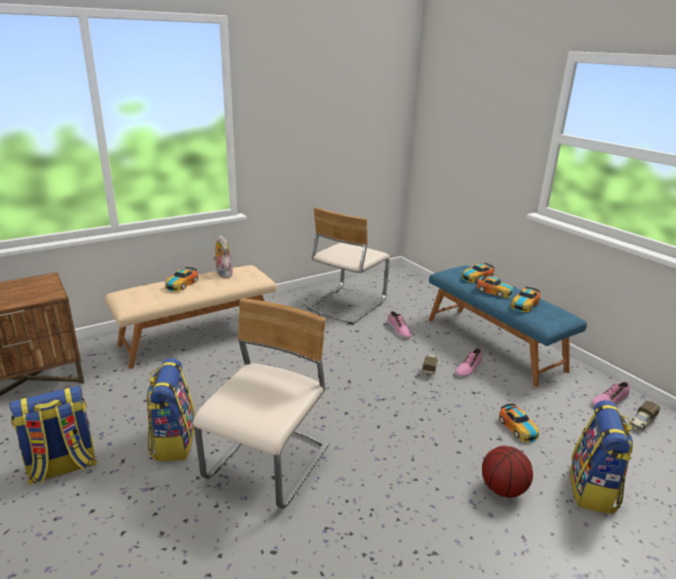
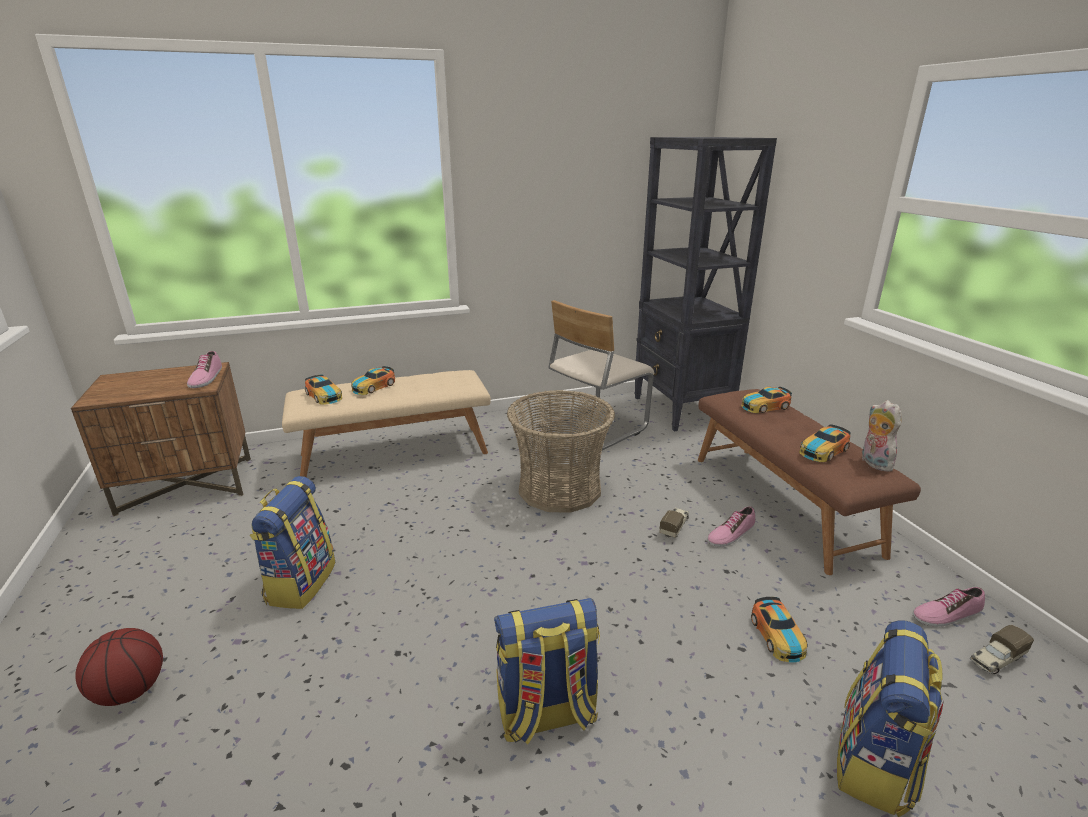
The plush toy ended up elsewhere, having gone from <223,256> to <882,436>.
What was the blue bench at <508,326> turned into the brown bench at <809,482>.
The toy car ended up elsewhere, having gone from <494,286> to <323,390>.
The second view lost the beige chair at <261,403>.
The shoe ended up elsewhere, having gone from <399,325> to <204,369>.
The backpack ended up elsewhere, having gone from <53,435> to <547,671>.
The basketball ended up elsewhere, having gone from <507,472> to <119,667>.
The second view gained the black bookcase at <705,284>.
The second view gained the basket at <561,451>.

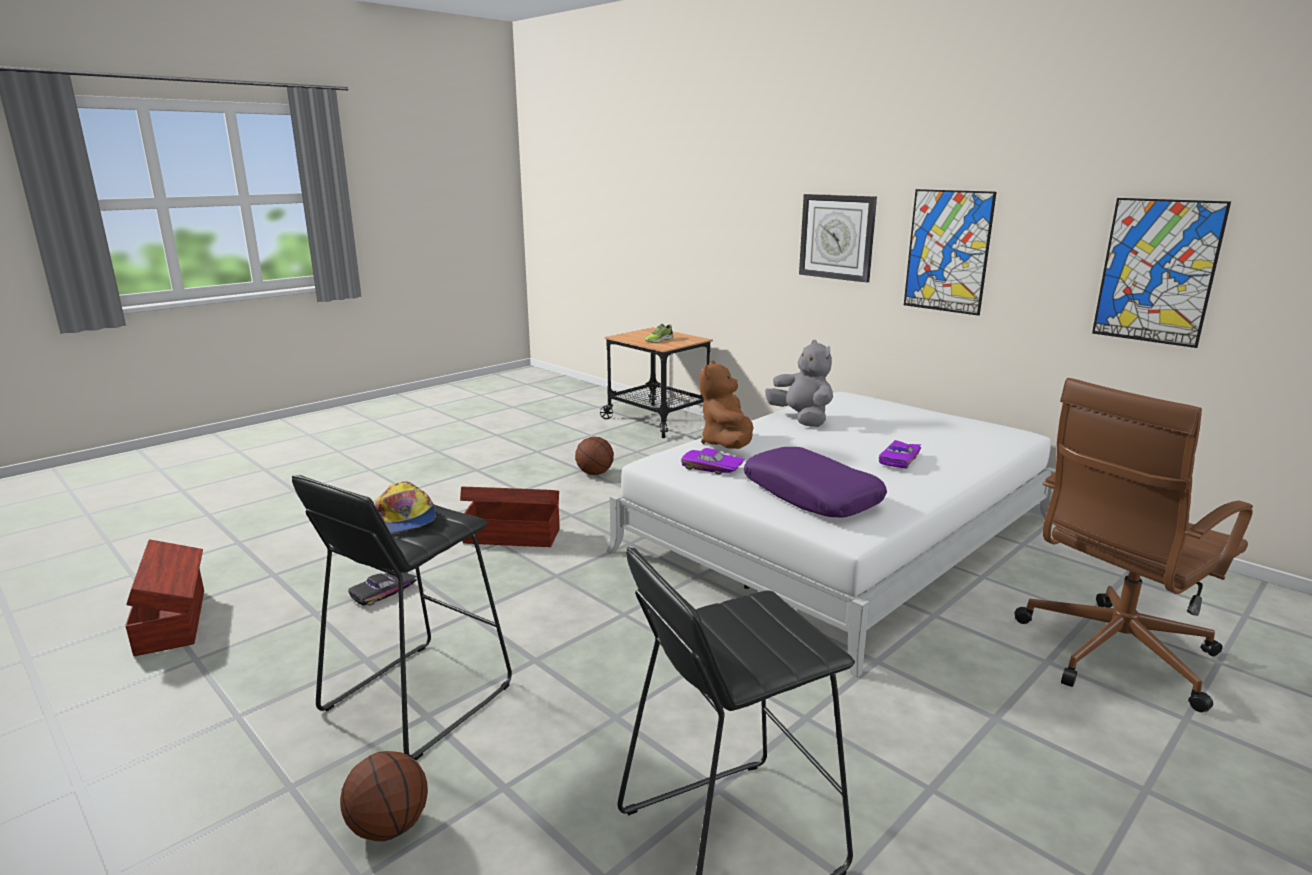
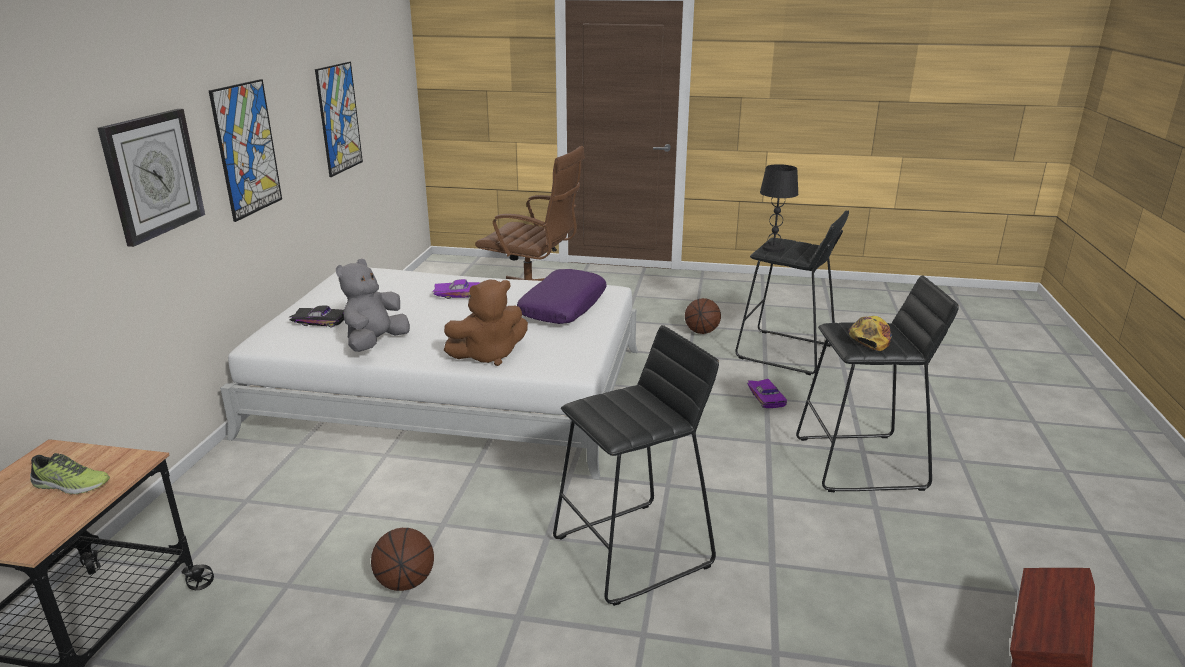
The purple toy car ended up elsewhere, having gone from <713,461> to <767,393>.
Where the brown storage box stood at <510,517>, the black stool came to stand at <636,465>.
The black toy car ended up elsewhere, having gone from <382,589> to <316,317>.
The basketball ended up elsewhere, having gone from <384,796> to <703,316>.
The second view gained the black table lamp at <779,208>.

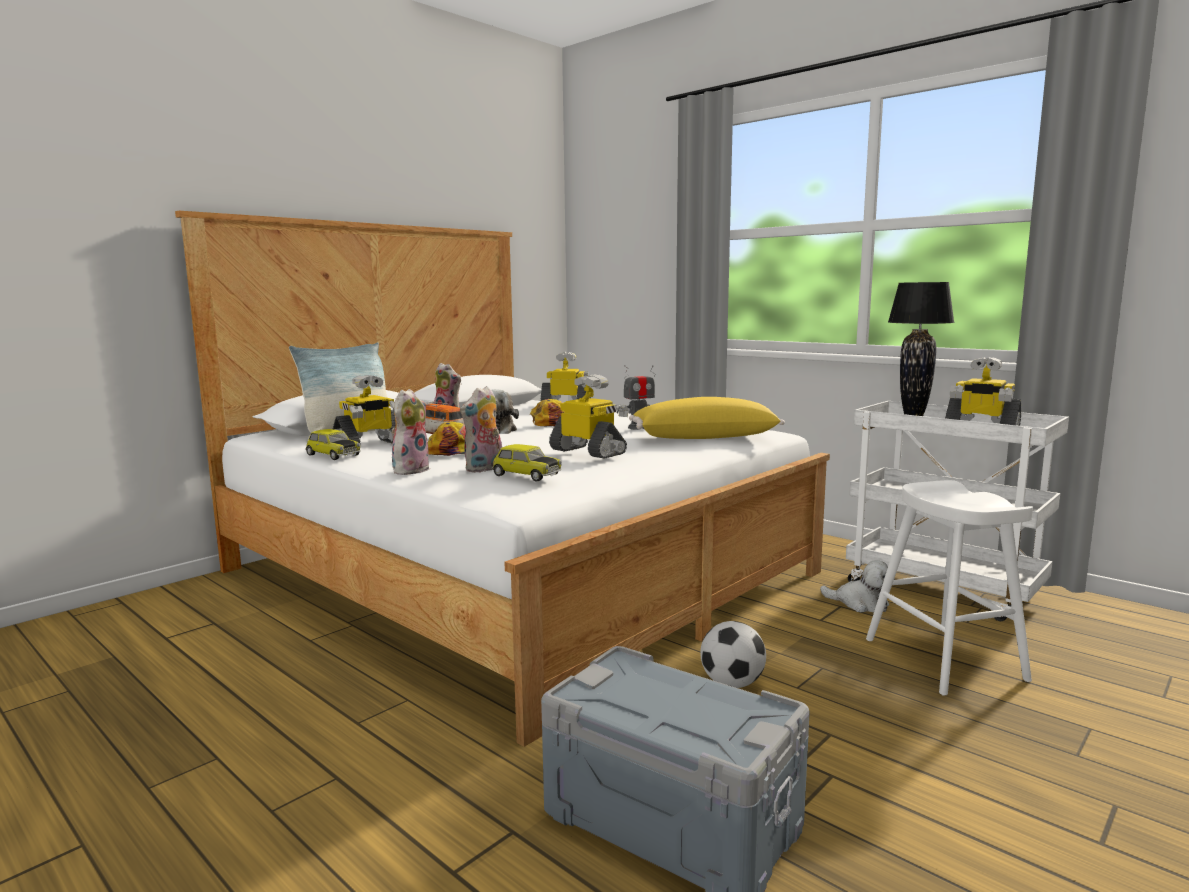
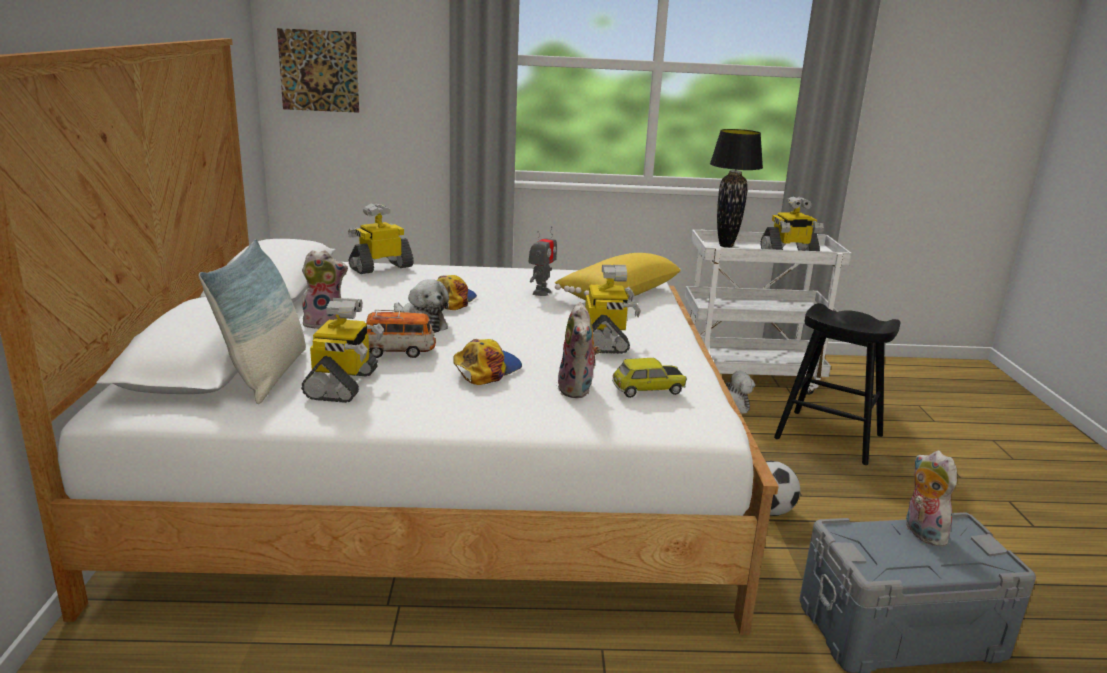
The toy robot at <589,416> ended up facing another way, 90 degrees clockwise from before.
The plush toy ended up elsewhere, having gone from <410,432> to <931,498>.
The second view lost the toy car at <333,444>.
What was the white stool at <949,588> turned into the black stool at <837,384>.
The second view gained the picture at <318,70>.

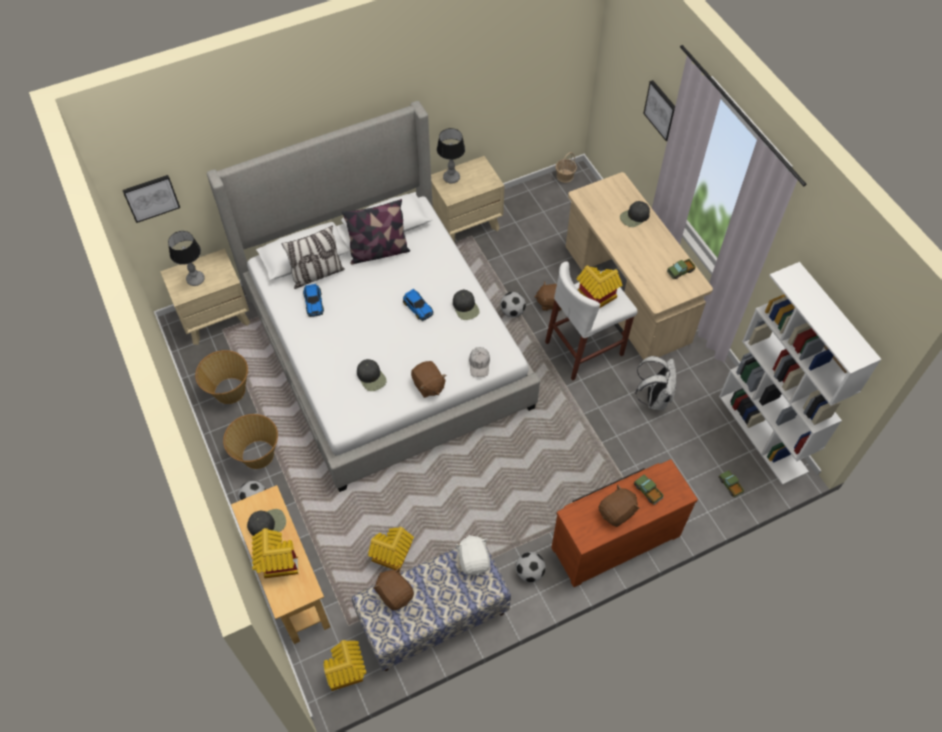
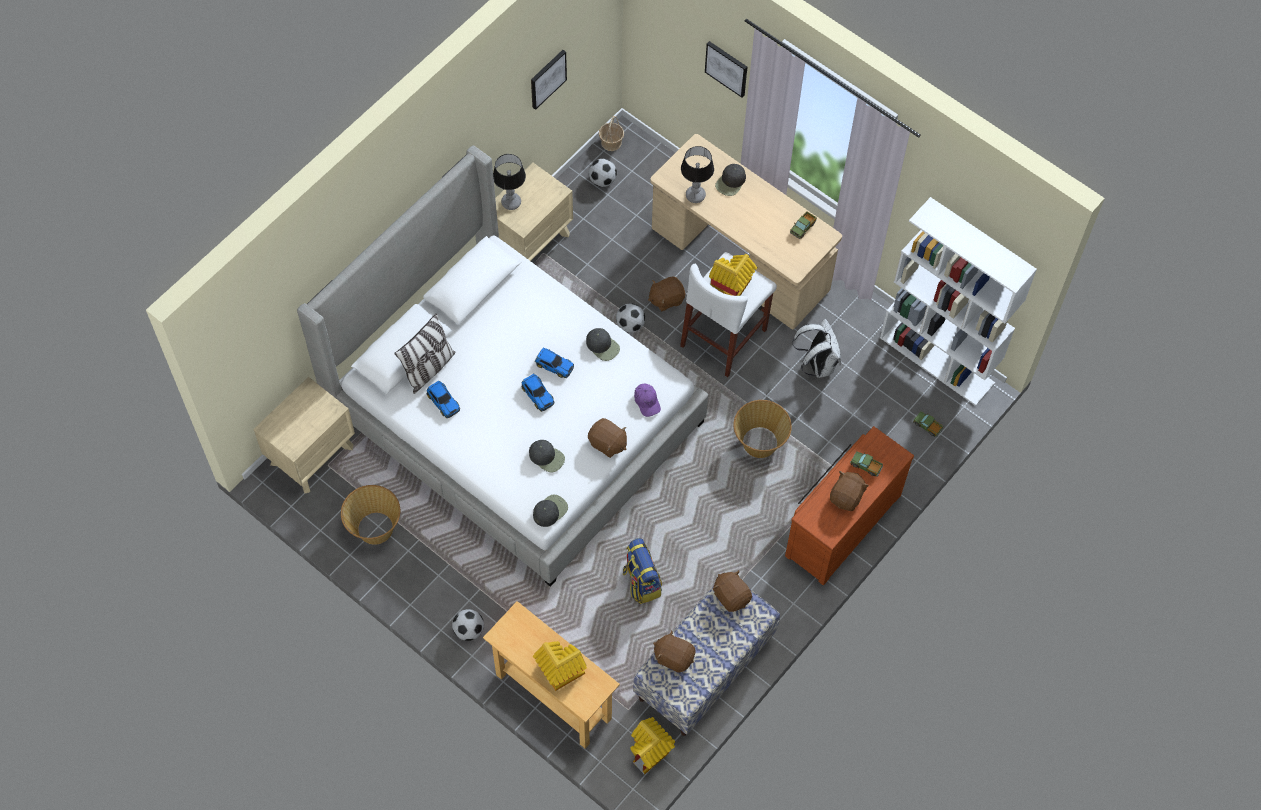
The picture ended up elsewhere, having gone from <151,199> to <549,80>.
The second view lost the pillow at <376,231>.
The table lamp ended up elsewhere, having gone from <186,258> to <697,174>.
What was the white cap at <479,362> turned into the purple cap at <647,400>.
The basket ended up elsewhere, having gone from <250,441> to <762,429>.
The black cap ended up elsewhere, having gone from <266,522> to <550,511>.
The second view lost the toy house at <391,548>.
What was the white plush toy at <472,555> turned into the brown plush toy at <732,591>.
The football ended up elsewhere, having gone from <531,567> to <603,173>.
The second view gained the toy car at <537,393>.
The second view gained the backpack at <642,571>.

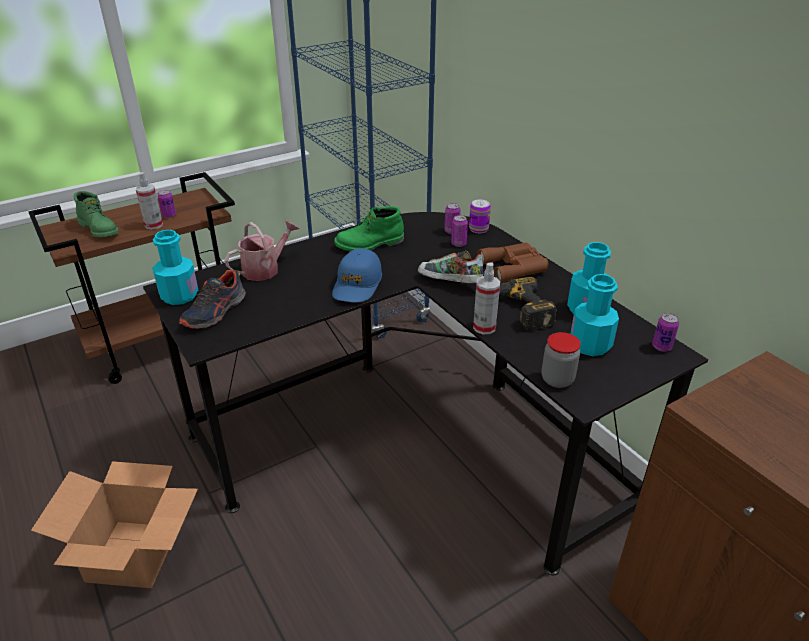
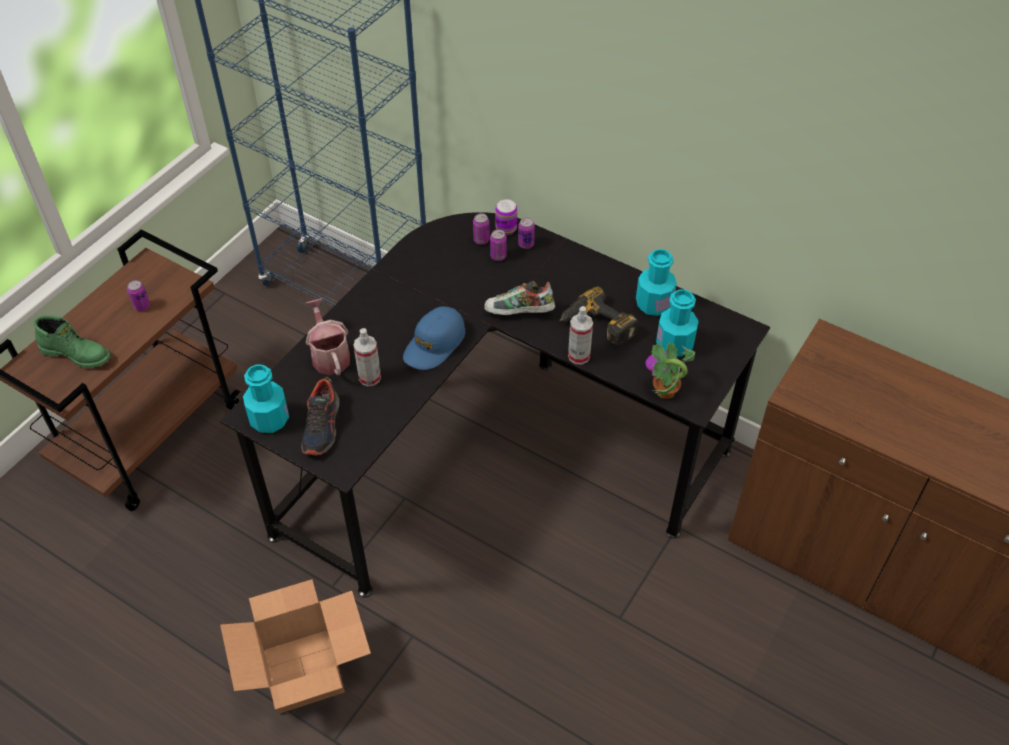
The spray bottle ended up elsewhere, having gone from <149,200> to <367,357>.
The second view lost the green boot at <369,228>.
The watering can at <261,250> ended up facing another way, 45 degrees counterclockwise from before.
The second view lost the brown binoculars at <512,262>.
The blue cap at <357,275> ended up facing another way, 45 degrees clockwise from before.
The can ended up elsewhere, having gone from <665,332> to <526,233>.
Where the jar stood at <561,360>, the potted plant came to stand at <670,370>.

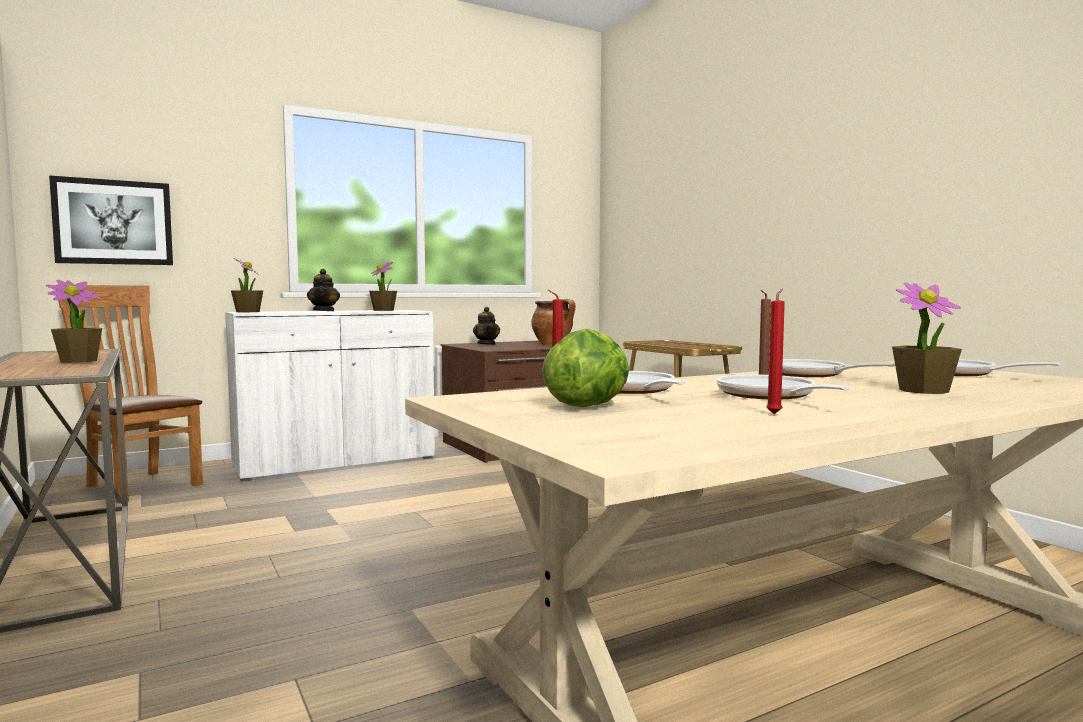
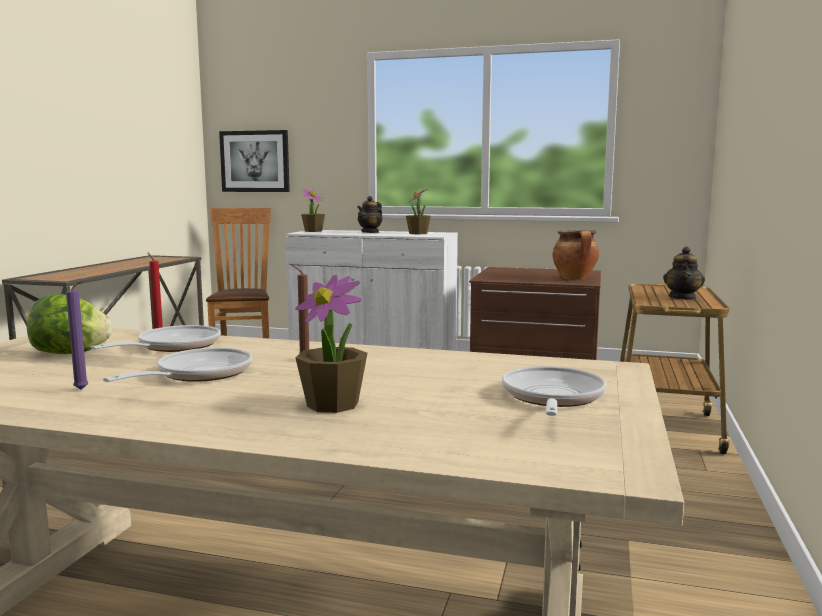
The second view lost the potted plant at <74,321>.
What was the red candle at <775,351> turned into the purple candle at <77,335>.
The teapot ended up elsewhere, having gone from <486,326> to <684,273>.
The second view lost the frying pan at <838,368>.

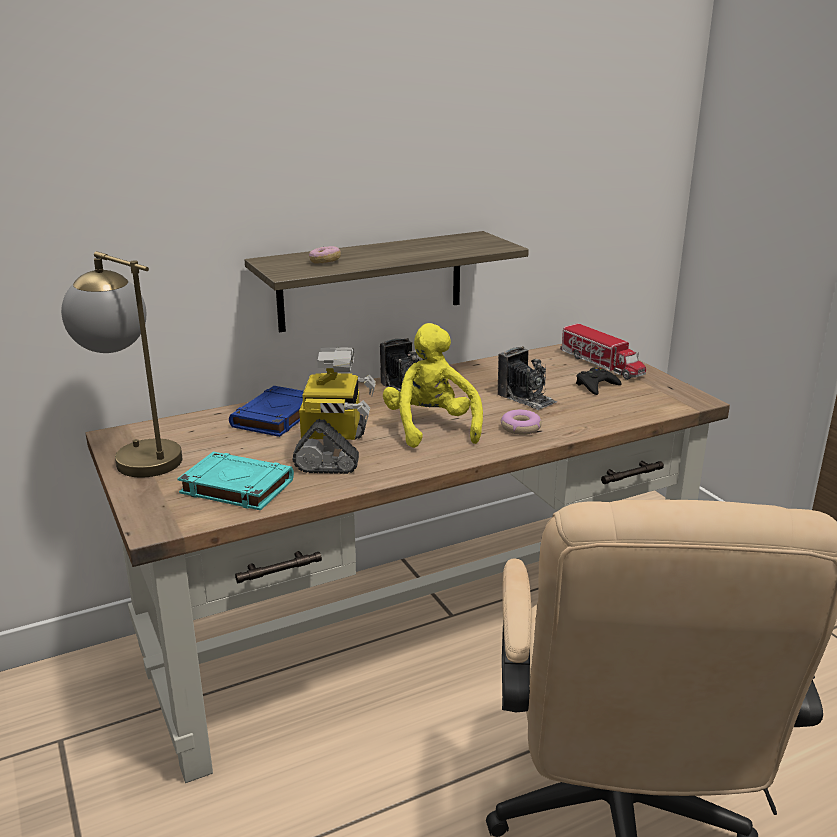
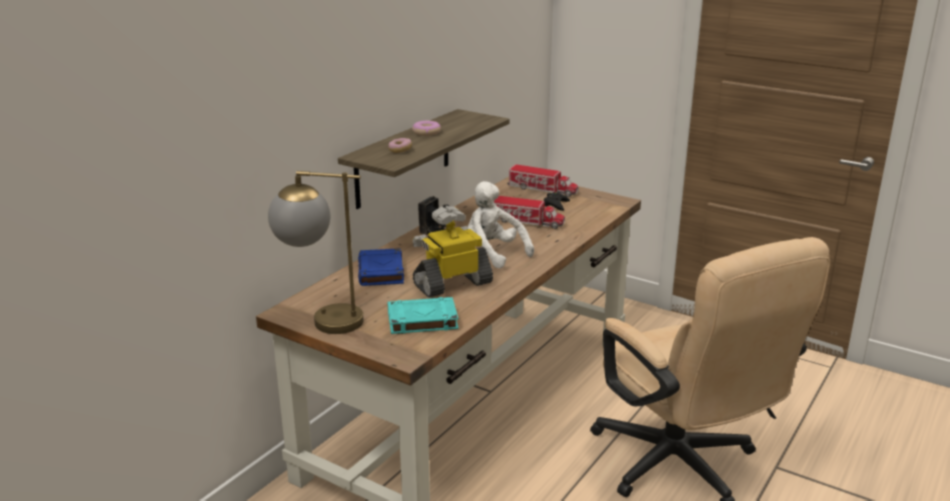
What was the yellow plush toy at <433,385> turned into the white plush toy at <501,225>.
Where the photo camera stood at <527,378>, the toy truck came to stand at <529,212>.
The toy robot at <334,410> ended up facing another way, 90 degrees counterclockwise from before.
The donut ended up elsewhere, having gone from <521,422> to <426,128>.

